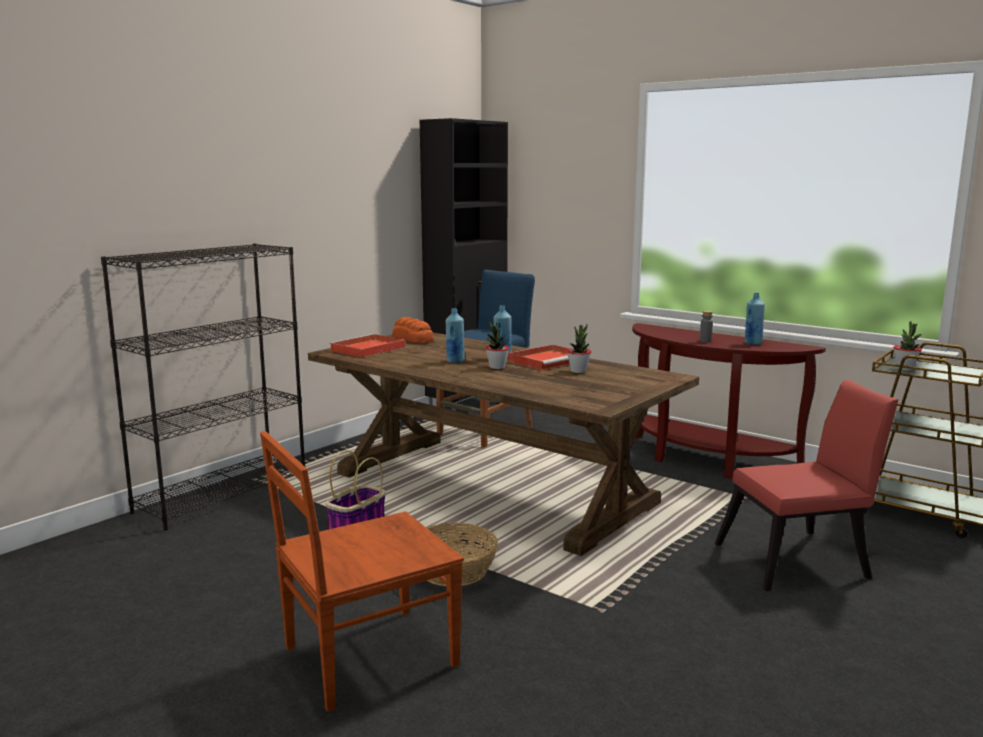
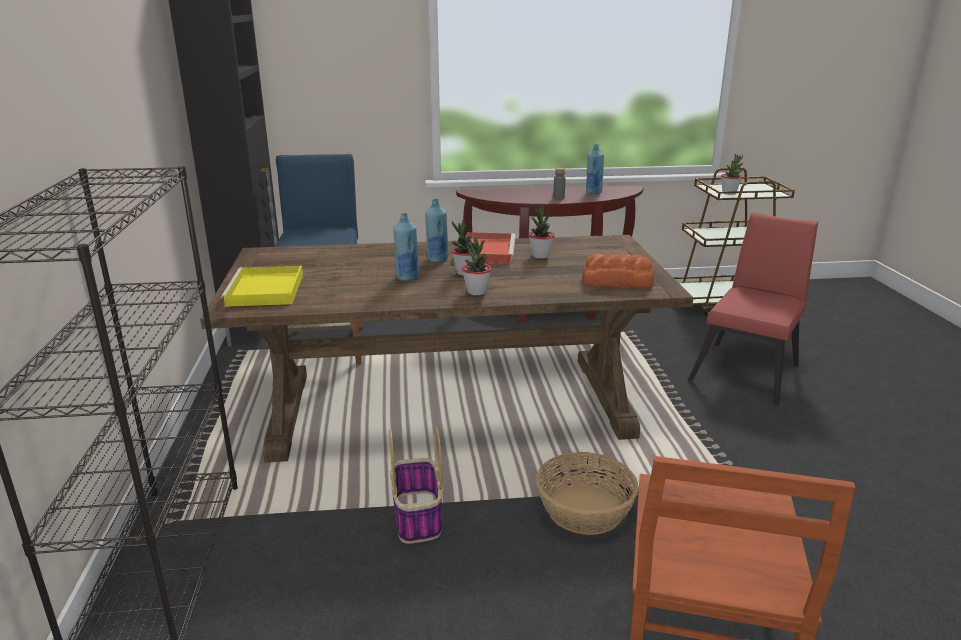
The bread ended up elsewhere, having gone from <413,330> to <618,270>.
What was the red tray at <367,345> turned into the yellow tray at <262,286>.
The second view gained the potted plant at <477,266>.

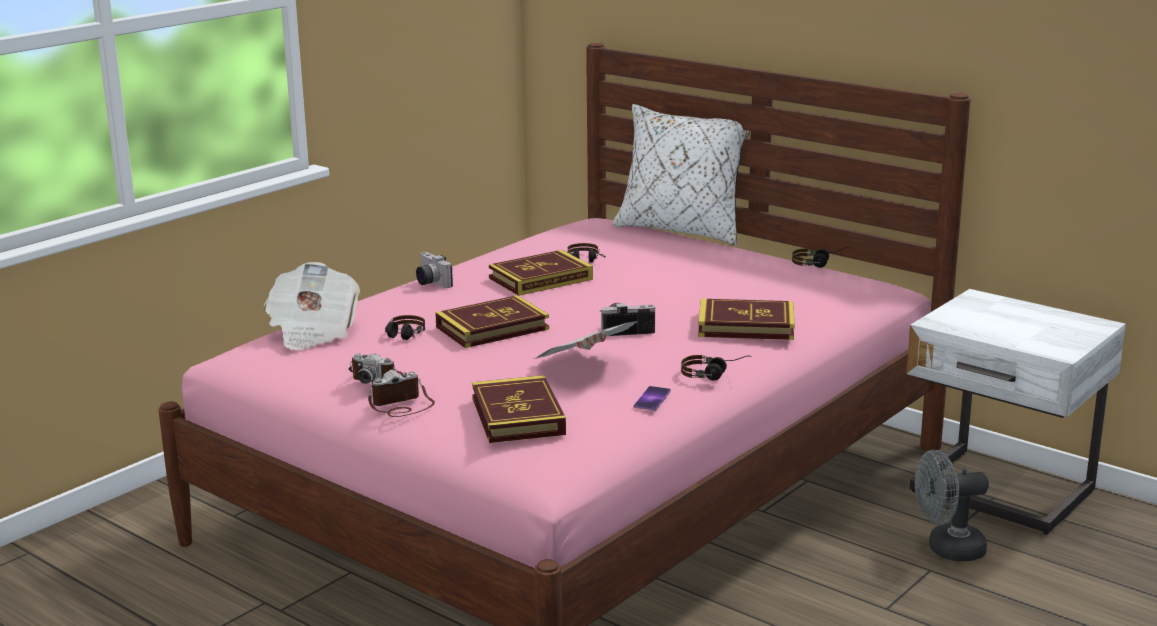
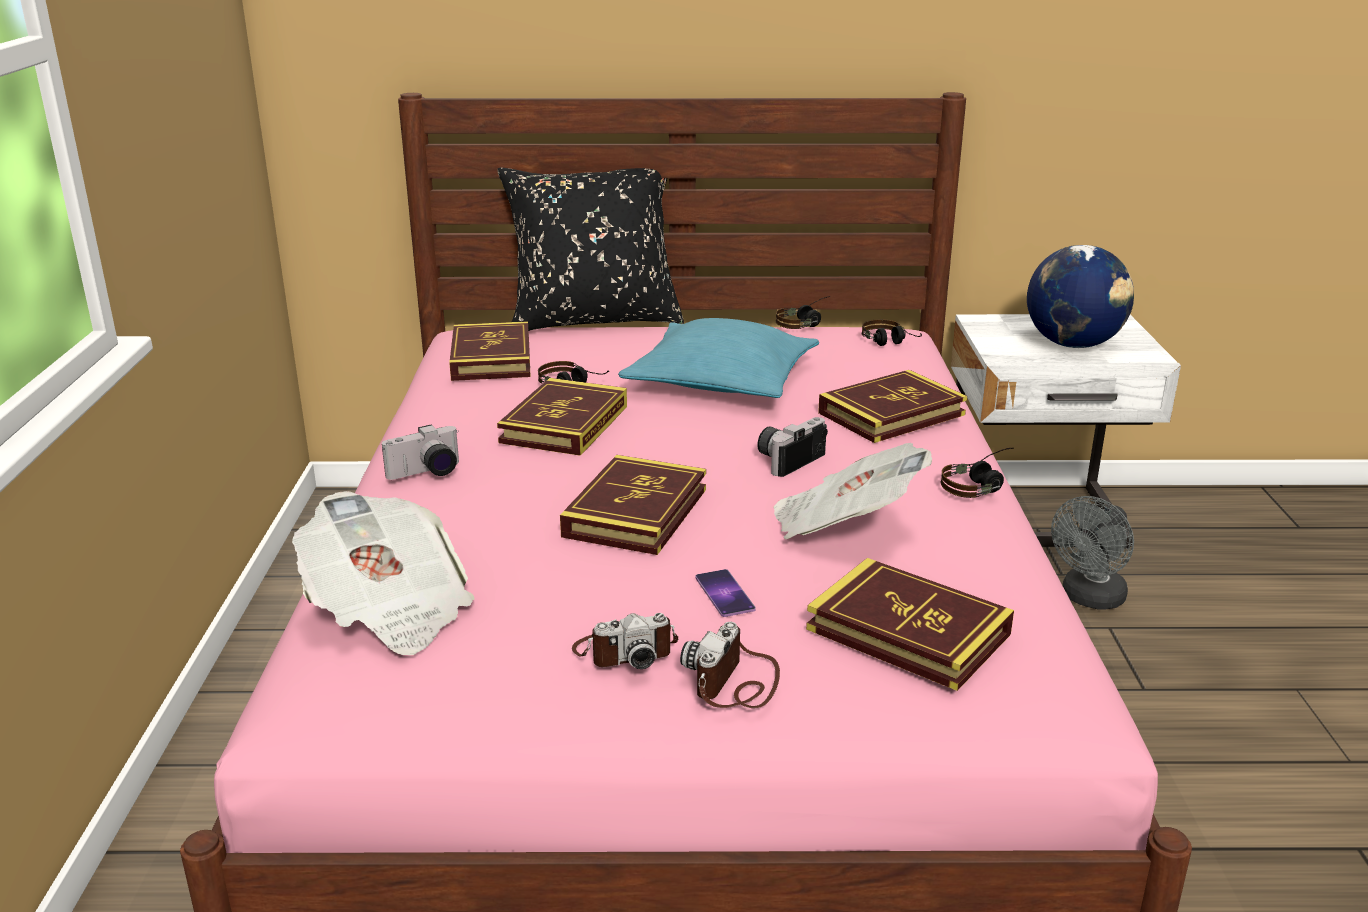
What was the white pillow at <681,174> turned into the black pillow at <590,249>.
The photo camera at <434,270> ended up facing another way, 45 degrees counterclockwise from before.
The headphones ended up elsewhere, having gone from <405,327> to <892,332>.
The phone ended up elsewhere, having gone from <652,398> to <725,593>.
The second view gained the globe at <1080,296>.
The second view gained the turquoise pillow at <718,358>.
The second view gained the book at <490,351>.

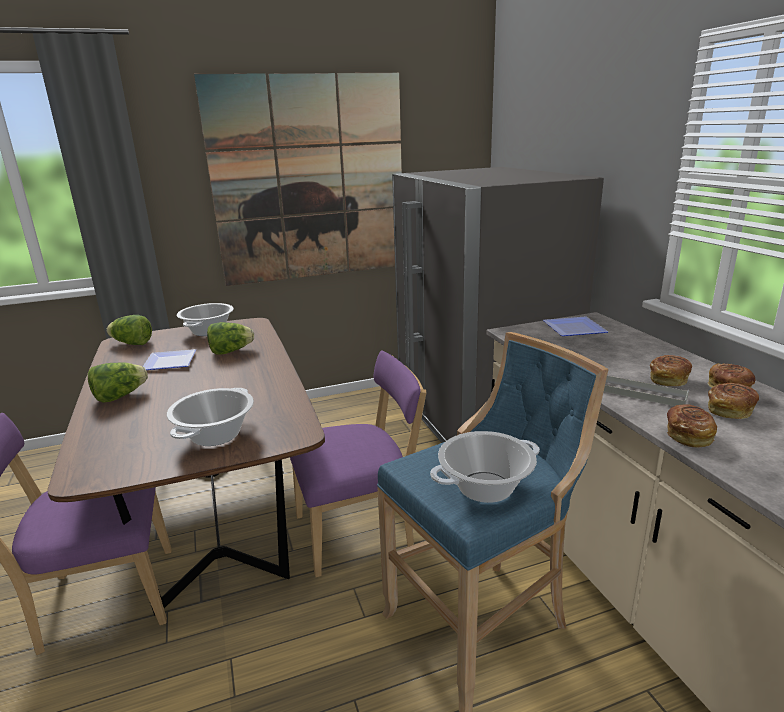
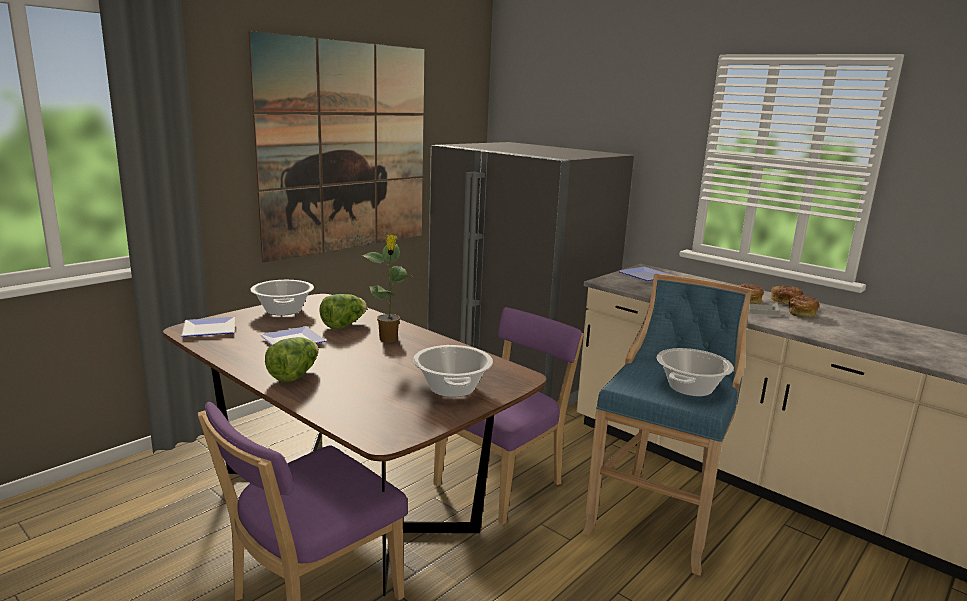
Where the lettuce stood at <129,330>, the plate came to stand at <208,327>.
The second view lost the bread at <692,426>.
The second view gained the potted plant at <388,288>.

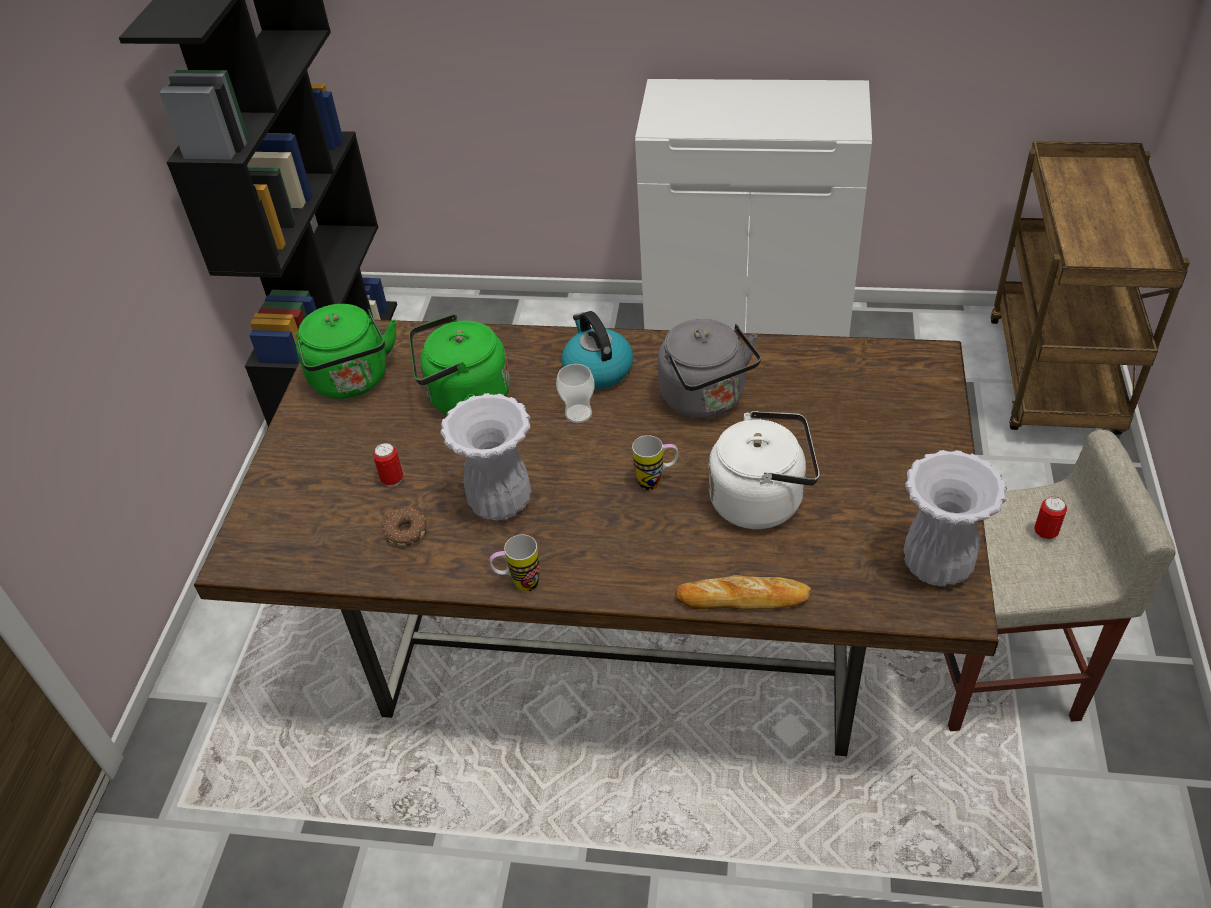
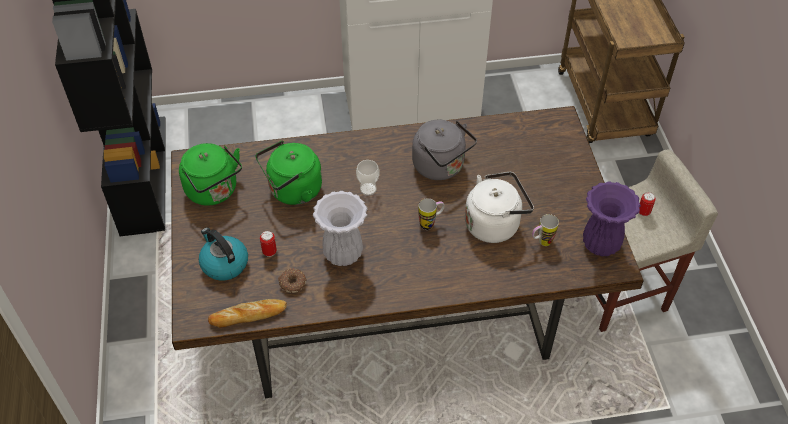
The kettle ended up elsewhere, having gone from <597,350> to <223,254>.
What was the white vase at <955,518> turned into the purple vase at <612,218>.
The mug ended up elsewhere, having gone from <515,563> to <545,230>.
The bread ended up elsewhere, having gone from <743,592> to <247,313>.

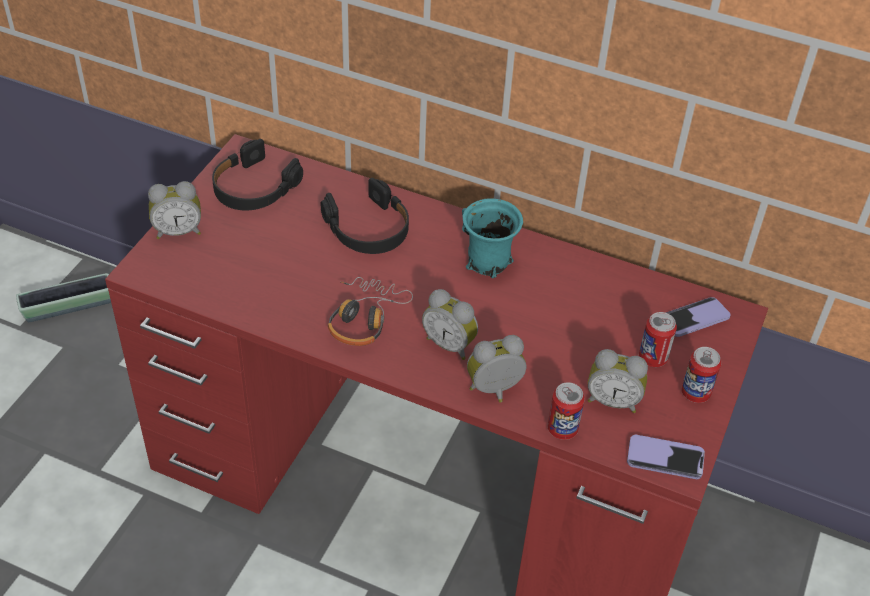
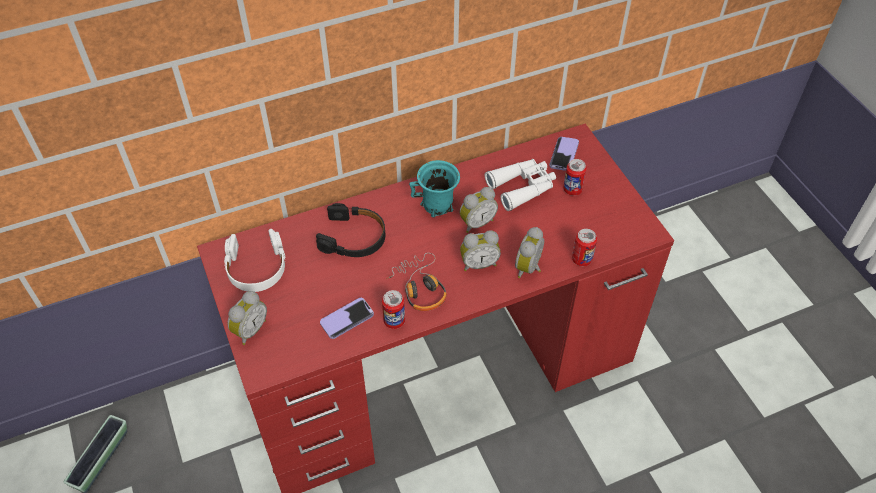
What was the black headphones at <257,175> turned into the white headphones at <255,260>.
The can ended up elsewhere, having gone from <701,375> to <393,309>.
The alarm clock ended up elsewhere, having gone from <618,381> to <479,210>.
The phone ended up elsewhere, having gone from <666,457> to <347,318>.
The second view gained the white binoculars at <520,185>.

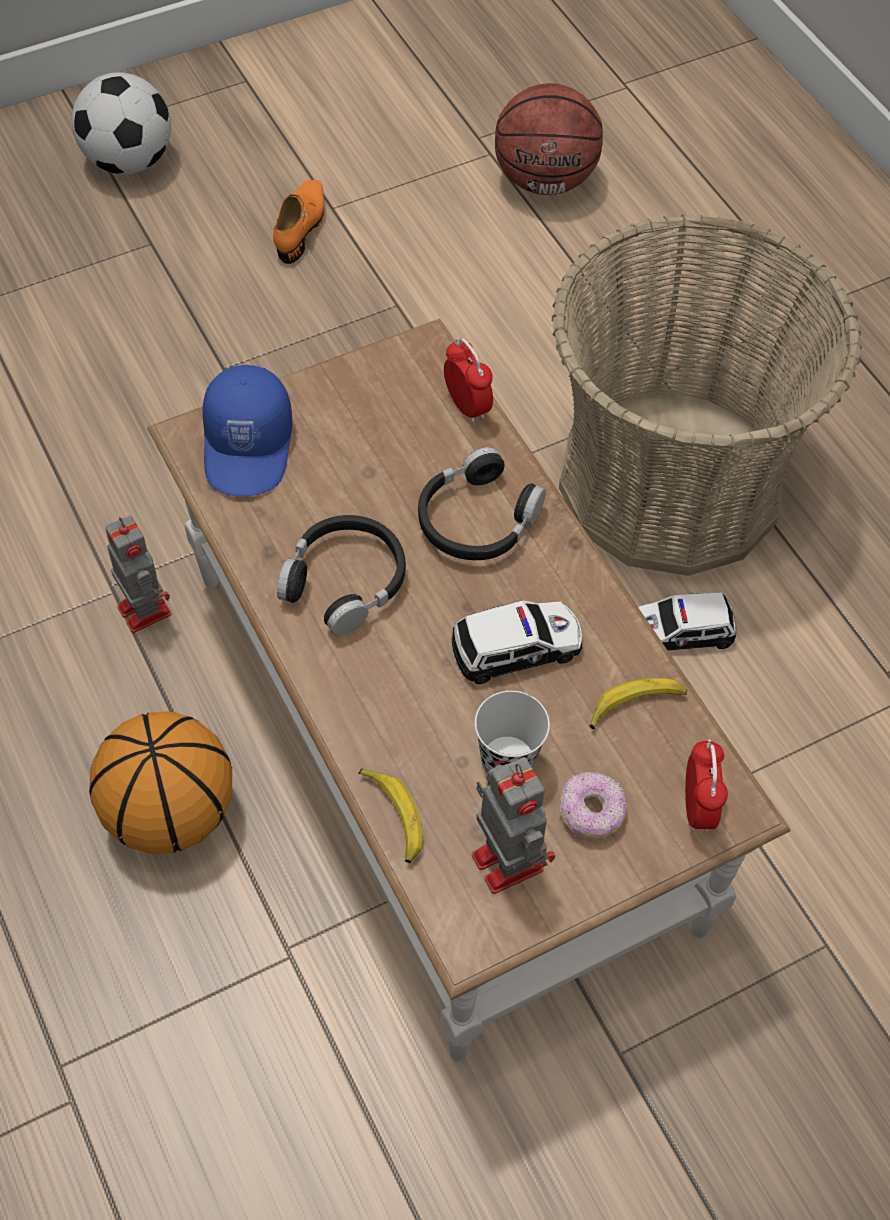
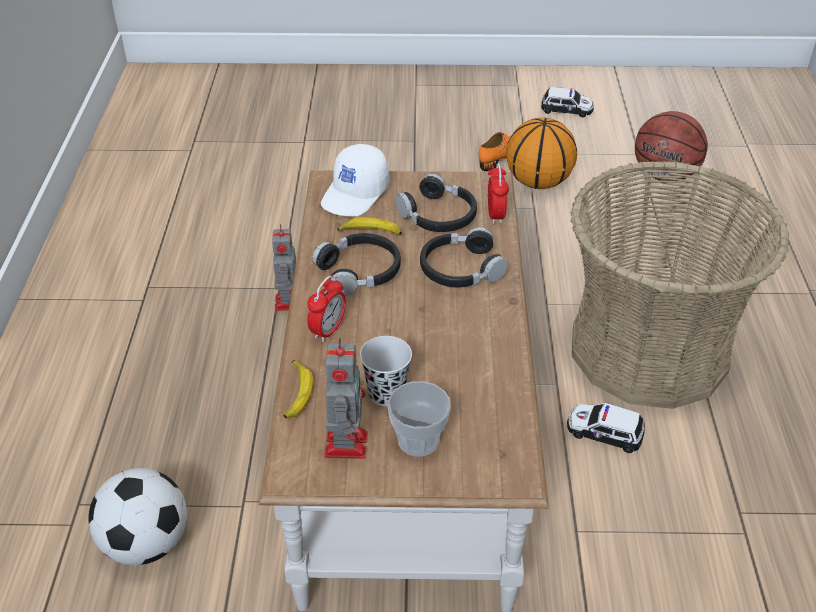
The football ended up elsewhere, having gone from <121,123> to <137,516>.
What was the blue cap at <247,430> turned into the white cap at <355,180>.
The toy car ended up elsewhere, having gone from <517,642> to <567,102>.
The banana ended up elsewhere, having gone from <638,703> to <369,226>.
The basketball ended up elsewhere, having gone from <160,782> to <541,153>.
The alarm clock ended up elsewhere, having gone from <706,785> to <326,308>.
Where the donut stood at <593,805>, the cup came to stand at <419,419>.
The second view gained the black headphones at <436,203>.

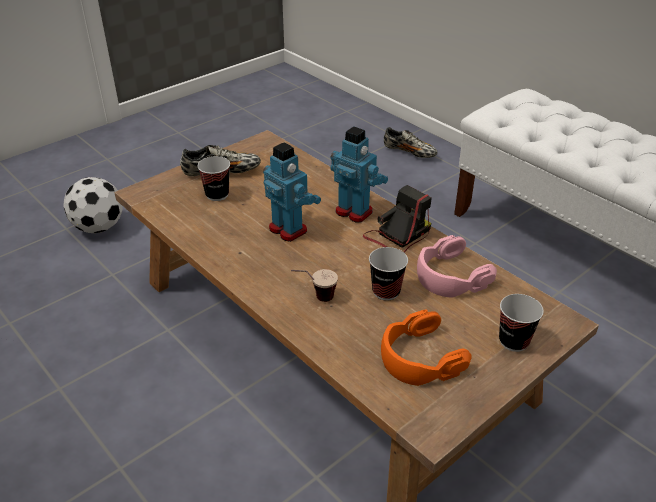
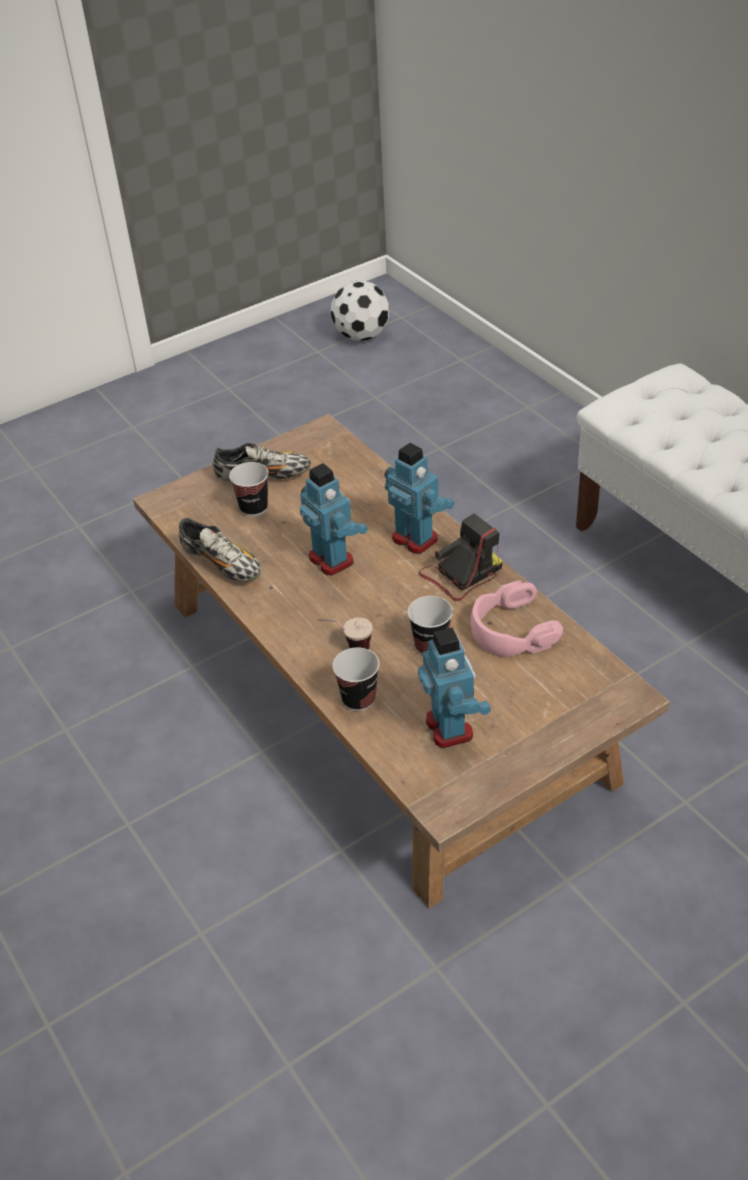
The shoe ended up elsewhere, having gone from <411,142> to <220,550>.
The football ended up elsewhere, having gone from <93,205> to <360,310>.
The cup ended up elsewhere, having gone from <521,323> to <355,679>.
Where the orange headphones stood at <426,348>, the toy robot came to stand at <454,687>.

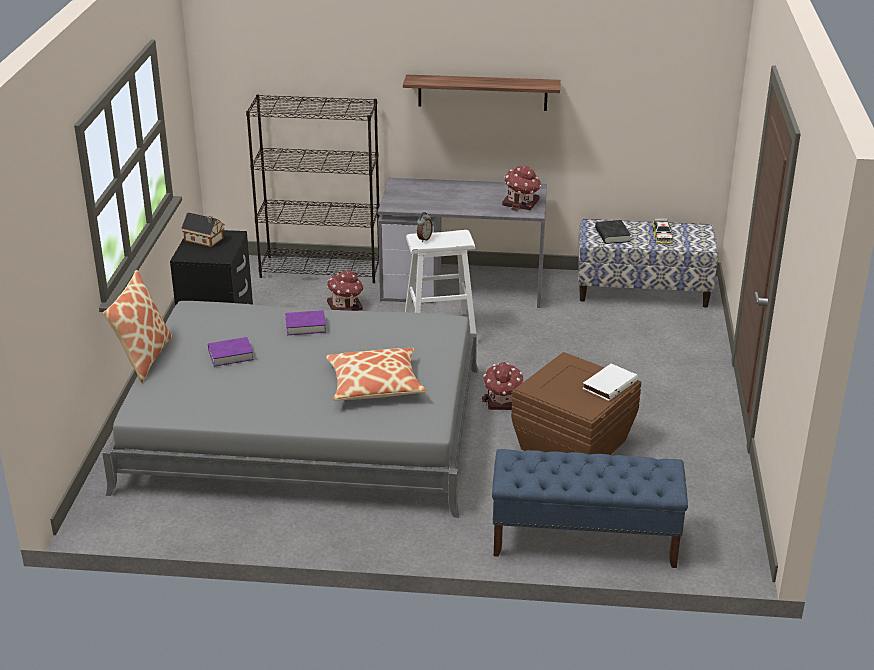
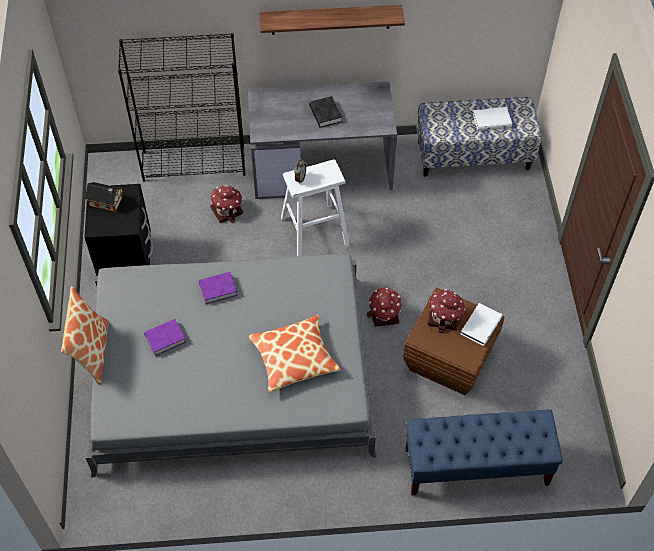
The toy house ended up elsewhere, having gone from <521,188> to <446,311>.
Where the toy car stood at <662,231>, the white book came to stand at <492,119>.
The black book ended up elsewhere, having gone from <613,232> to <325,112>.

